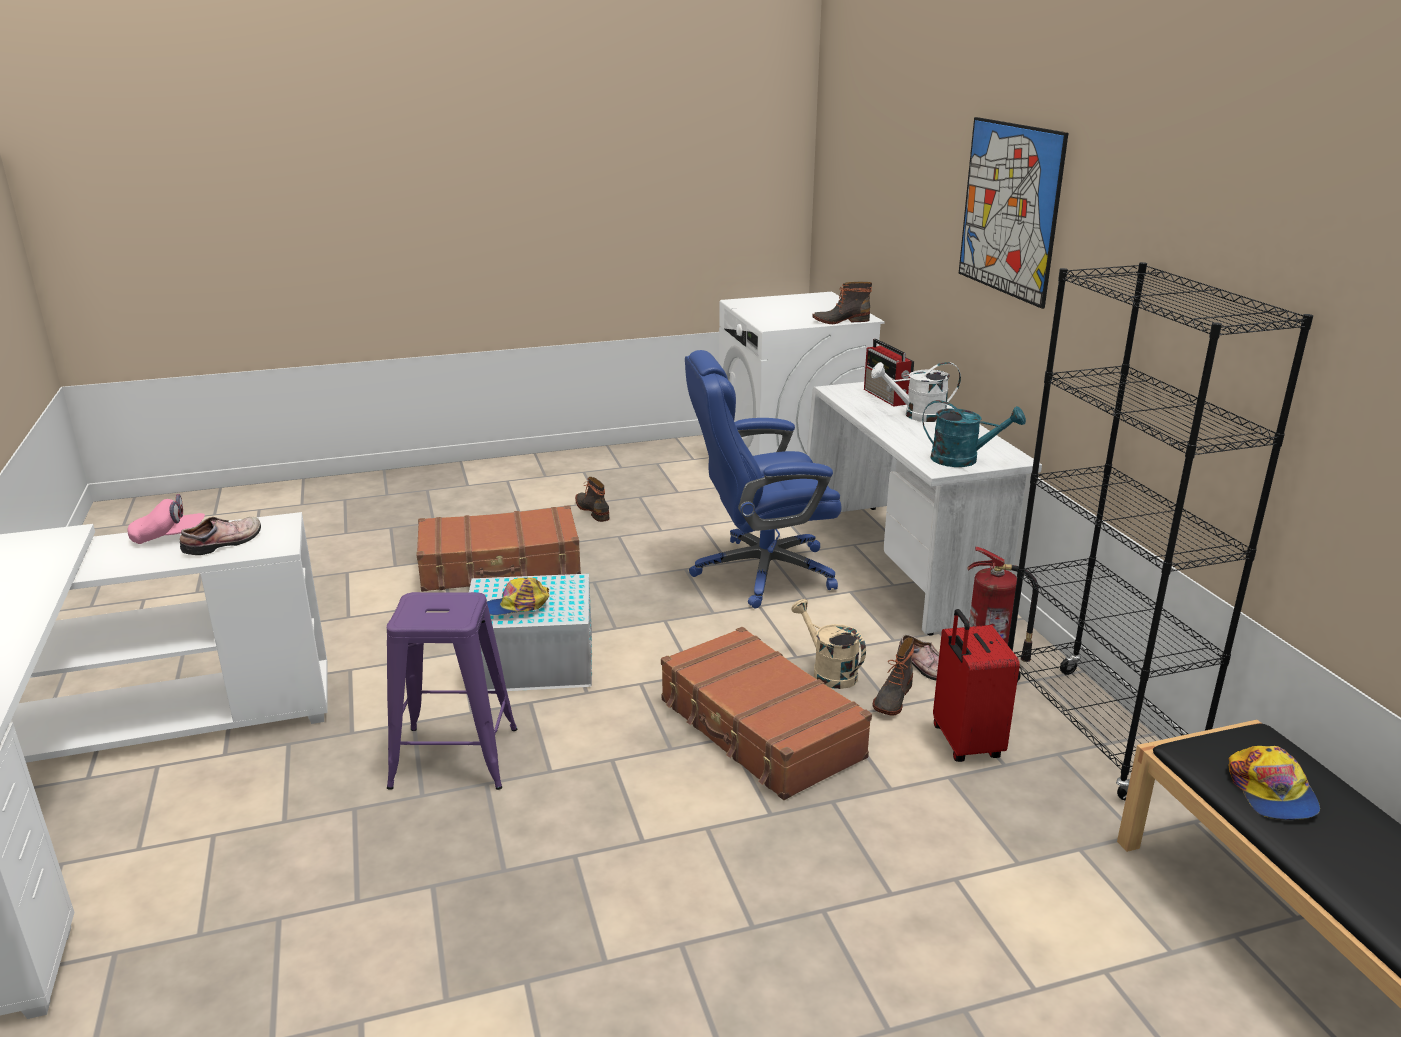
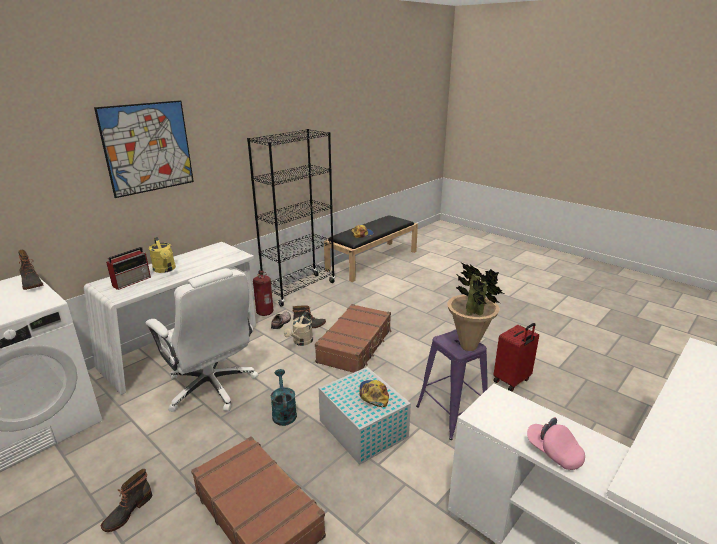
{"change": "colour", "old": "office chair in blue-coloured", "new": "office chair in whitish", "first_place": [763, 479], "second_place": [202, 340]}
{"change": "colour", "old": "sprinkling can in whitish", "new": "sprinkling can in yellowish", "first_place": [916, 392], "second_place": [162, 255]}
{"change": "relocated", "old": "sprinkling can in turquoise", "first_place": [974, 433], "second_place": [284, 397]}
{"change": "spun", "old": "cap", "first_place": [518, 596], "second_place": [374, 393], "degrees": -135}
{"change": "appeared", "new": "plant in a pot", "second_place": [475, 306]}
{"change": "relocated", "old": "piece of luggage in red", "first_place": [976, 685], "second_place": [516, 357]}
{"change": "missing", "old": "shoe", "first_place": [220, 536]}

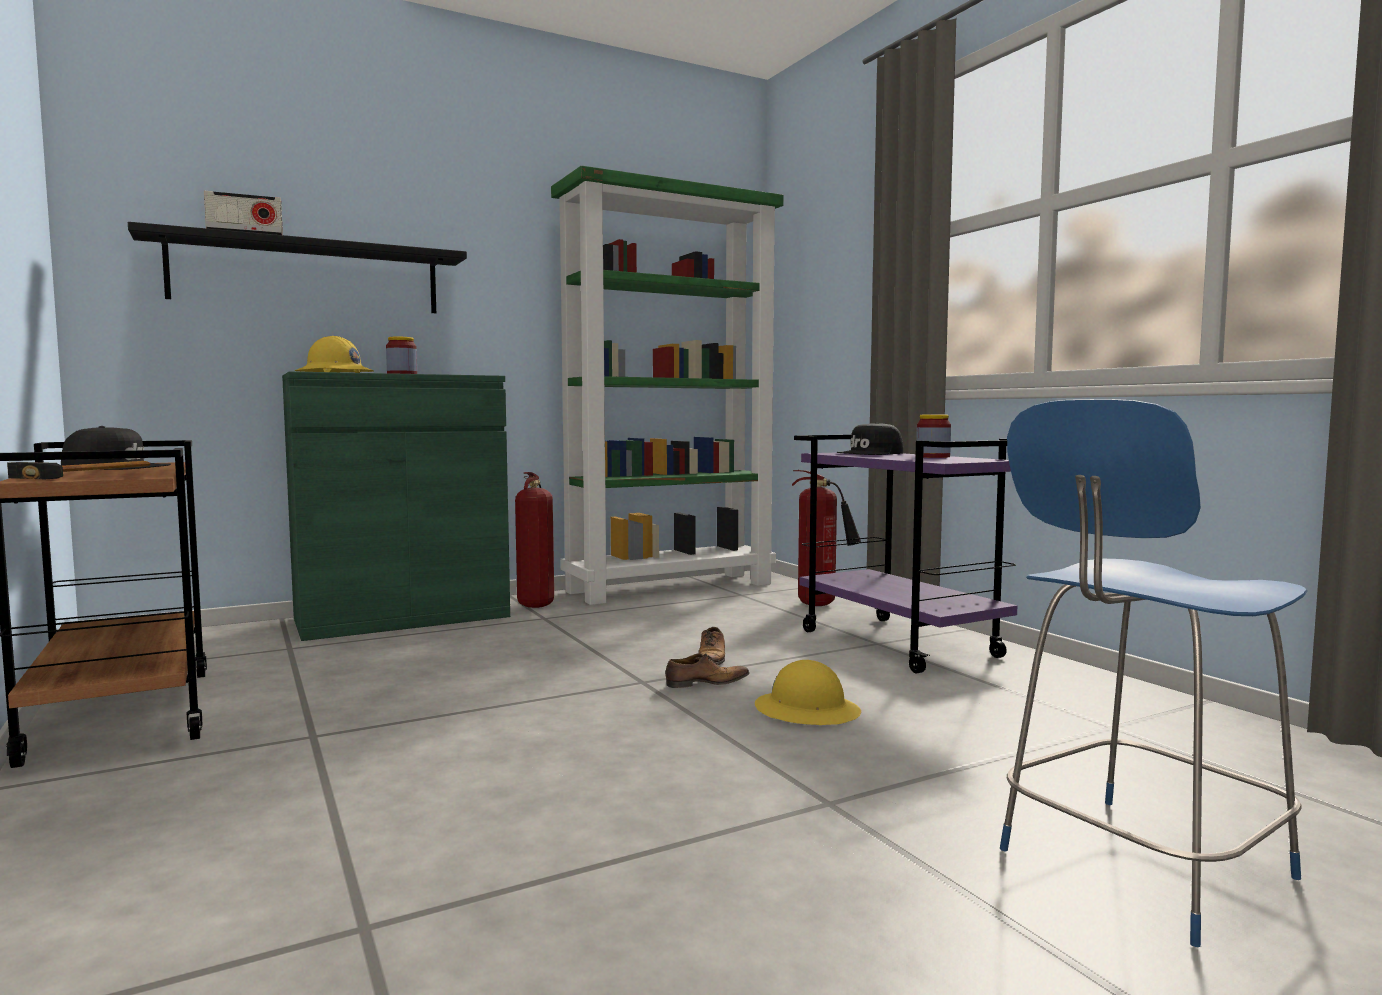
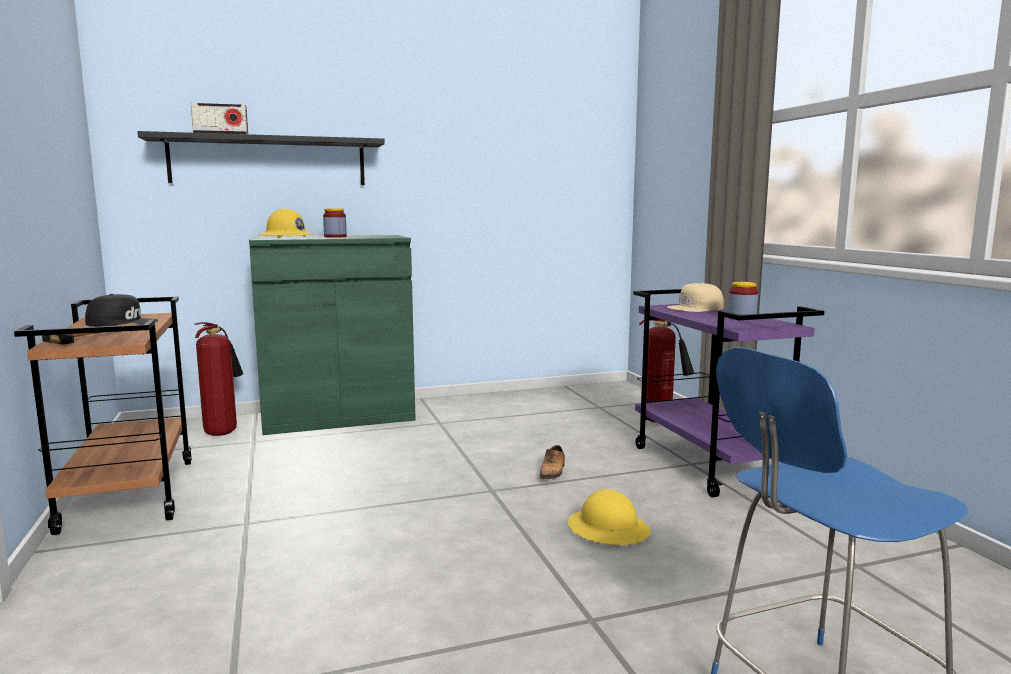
{"change": "relocated", "old": "fire-fighting cylinder", "first_place": [534, 540], "second_place": [218, 379]}
{"change": "colour", "old": "cap in blackish", "new": "cap in sand-coloured", "first_place": [870, 438], "second_place": [695, 297]}
{"change": "missing", "old": "bookcase in green", "first_place": [667, 385]}
{"change": "missing", "old": "shoe", "first_place": [707, 670]}

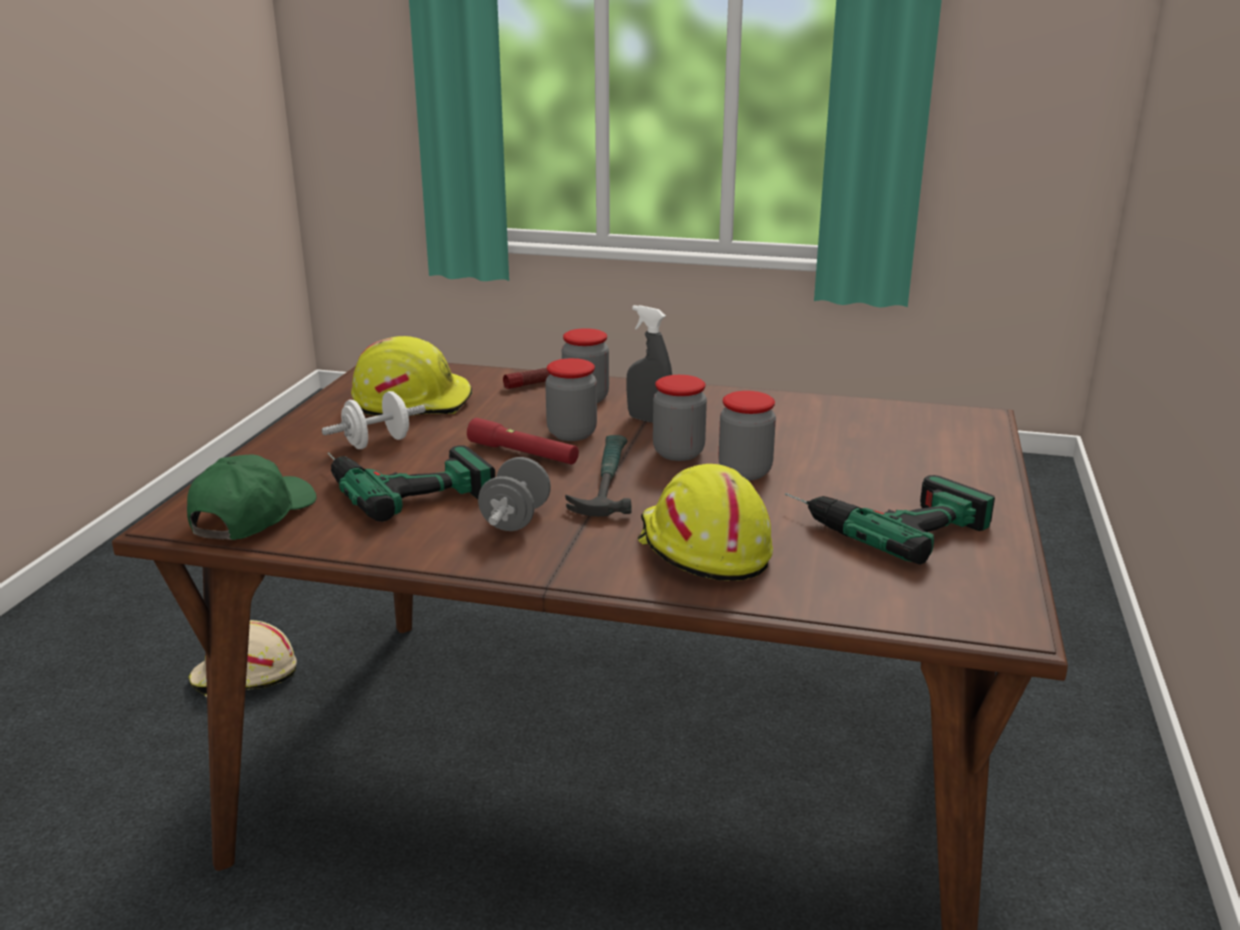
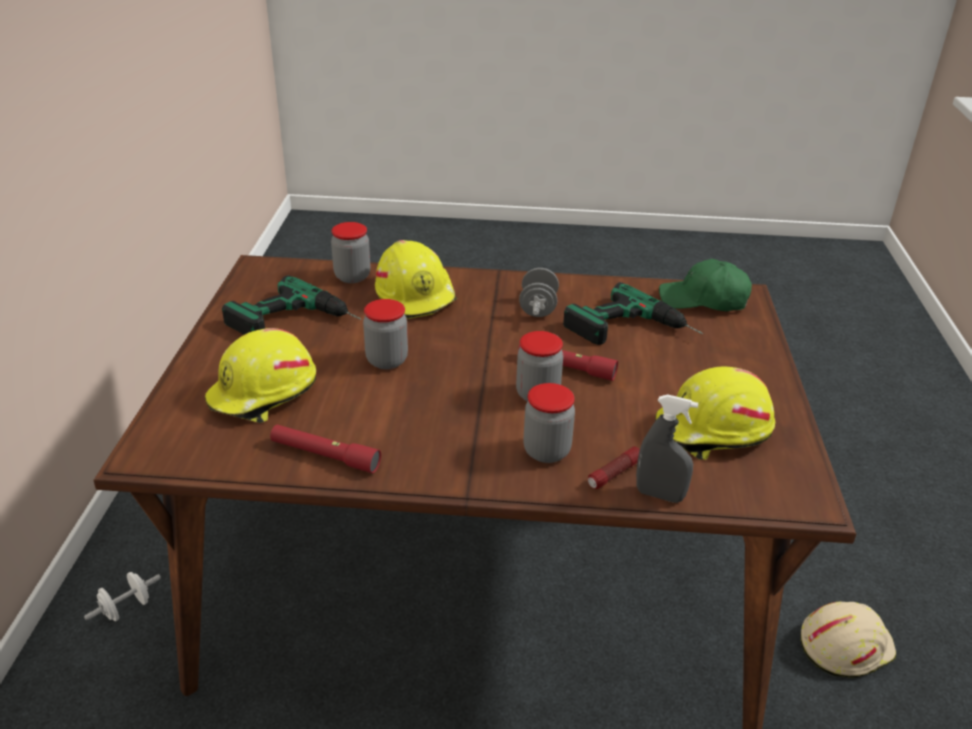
{"change": "relocated", "old": "hand weight in whitish", "first_place": [374, 420], "second_place": [122, 596]}
{"change": "appeared", "new": "safety helmet in yellowish", "second_place": [260, 375]}
{"change": "appeared", "new": "flashlight in red", "second_place": [325, 449]}
{"change": "relocated", "old": "storage jar", "first_place": [680, 418], "second_place": [350, 252]}
{"change": "relocated", "old": "spray bottle in greyish", "first_place": [649, 364], "second_place": [667, 448]}
{"change": "spun", "old": "cap in green", "first_place": [252, 497], "second_place": [705, 285], "degrees": 90}
{"change": "missing", "old": "hand hammer", "first_place": [598, 475]}

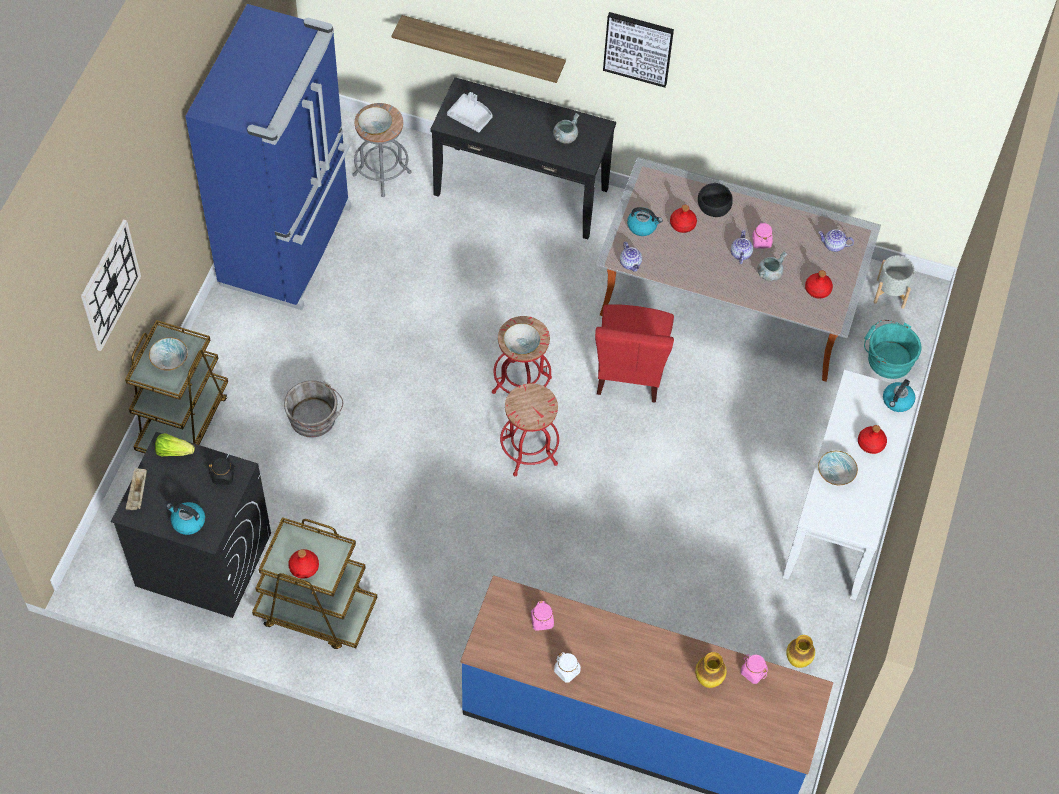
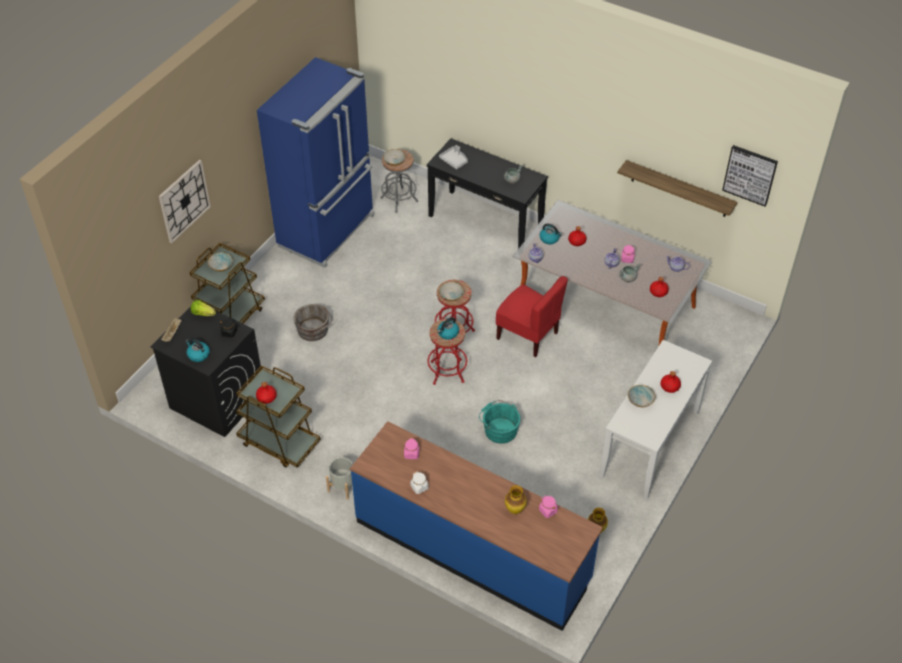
{"change": "relocated", "old": "flower pot in greyish", "first_place": [894, 282], "second_place": [339, 478]}
{"change": "relocated", "old": "water kettle", "first_place": [899, 395], "second_place": [448, 328]}
{"change": "relocated", "old": "water bucket in turquoise", "first_place": [893, 349], "second_place": [500, 422]}
{"change": "spun", "old": "plain chair in red", "first_place": [634, 353], "second_place": [532, 316], "degrees": -75}
{"change": "relocated", "old": "wall shelf", "first_place": [479, 49], "second_place": [677, 188]}
{"change": "relocated", "old": "wall art", "first_place": [638, 50], "second_place": [750, 176]}
{"change": "missing", "old": "bowl in blackish", "first_place": [715, 200]}

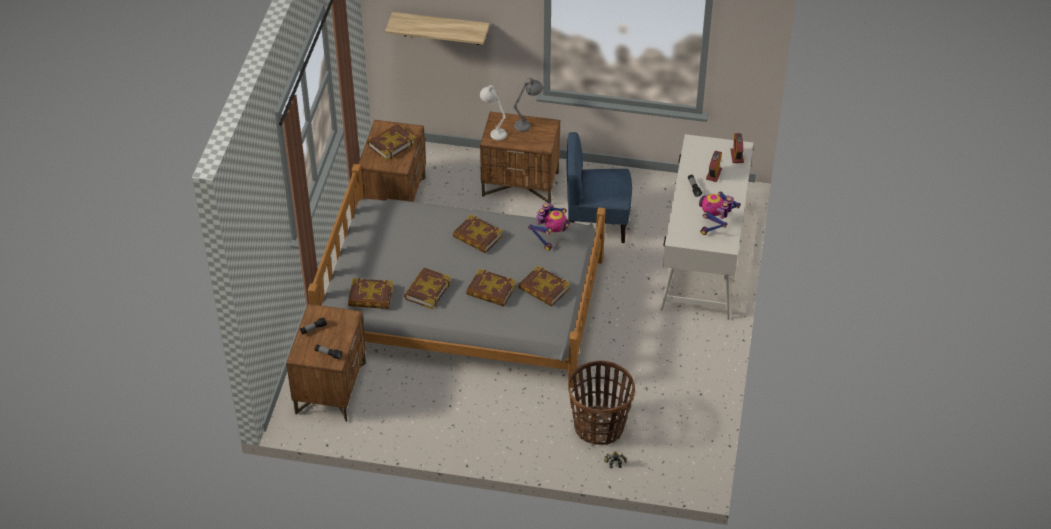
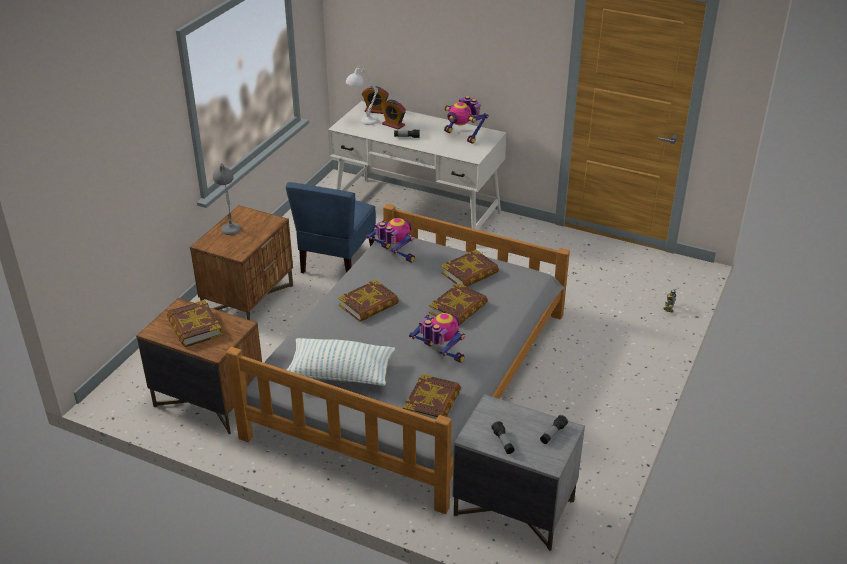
{"change": "appeared", "new": "throw pillow", "second_place": [341, 362]}
{"change": "relocated", "old": "lamp for a table in whitish", "first_place": [493, 112], "second_place": [362, 95]}
{"change": "exchanged", "old": "book", "new": "robot figure", "first_place": [427, 288], "second_place": [437, 338]}
{"change": "colour", "old": "nightstand in brown-coloured", "new": "nightstand in greyish", "first_place": [326, 363], "second_place": [518, 472]}
{"change": "missing", "old": "wall shelf", "first_place": [437, 28]}
{"change": "missing", "old": "storage basket", "first_place": [601, 403]}

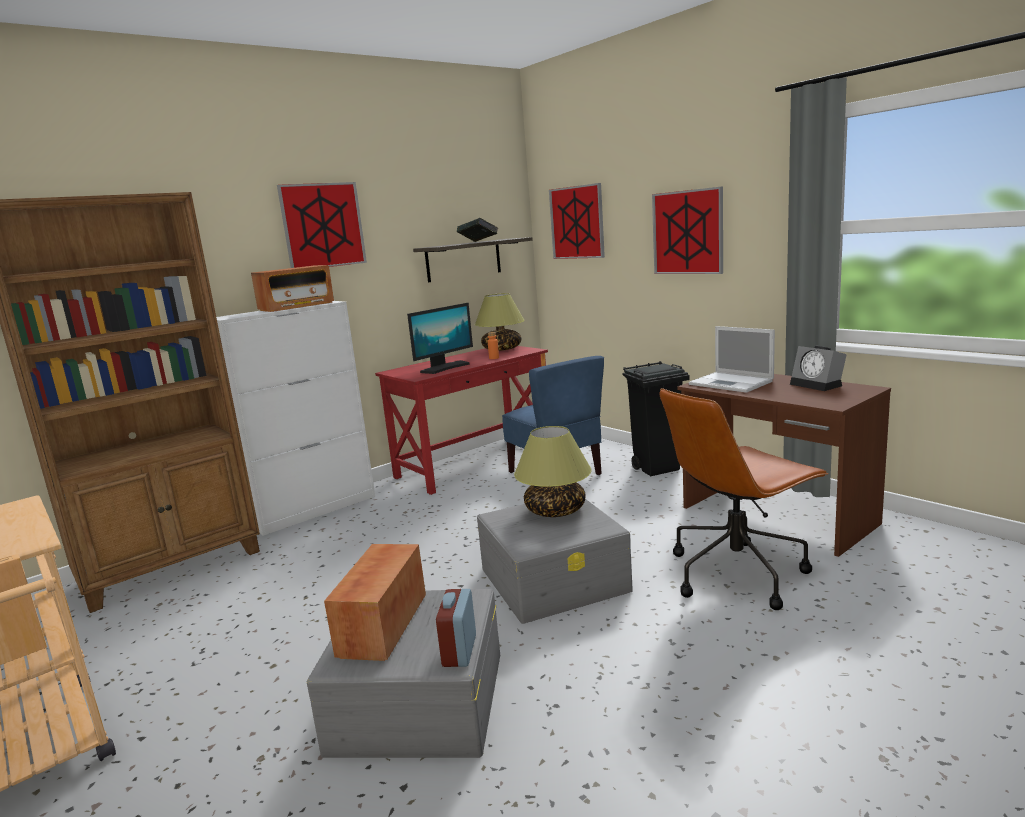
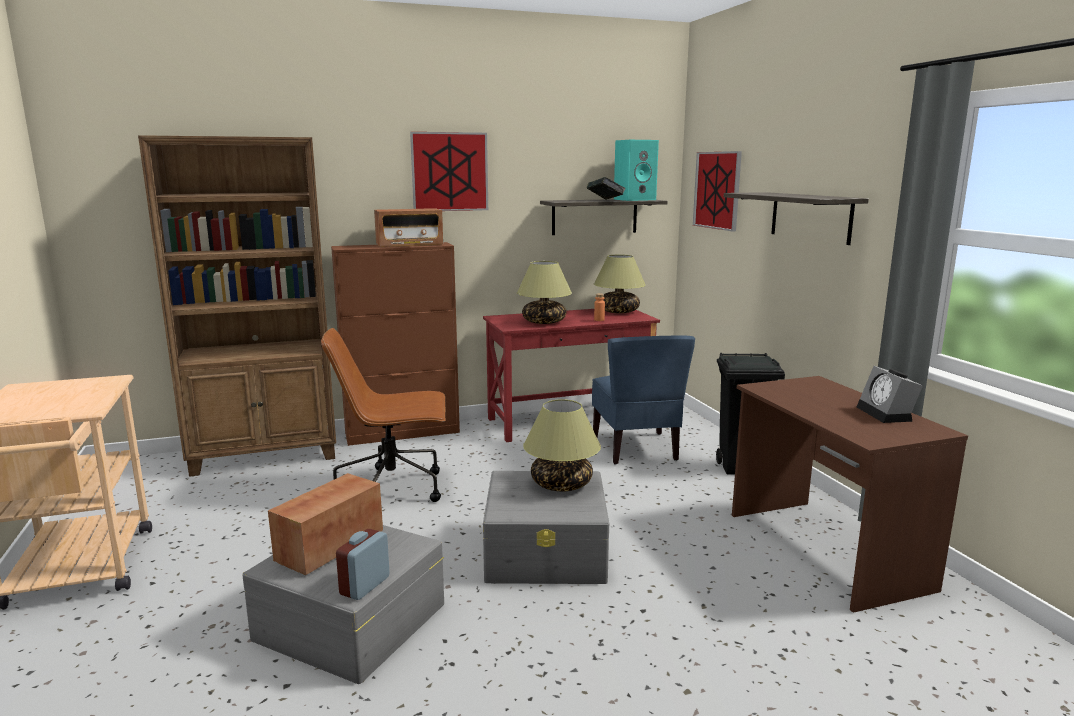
{"change": "relocated", "old": "office chair in brown-coloured", "first_place": [744, 499], "second_place": [383, 415]}
{"change": "colour", "old": "cupboard in whitish", "new": "cupboard in brown-coloured", "first_place": [295, 418], "second_place": [395, 344]}
{"change": "exchanged", "old": "monitor", "new": "lamp for a table", "first_place": [440, 338], "second_place": [544, 292]}
{"change": "appeared", "new": "audio speaker in turquoise", "second_place": [636, 170]}
{"change": "exchanged", "old": "wall art", "new": "wall shelf", "first_place": [687, 230], "second_place": [796, 218]}
{"change": "missing", "old": "laptop", "first_place": [732, 359]}

